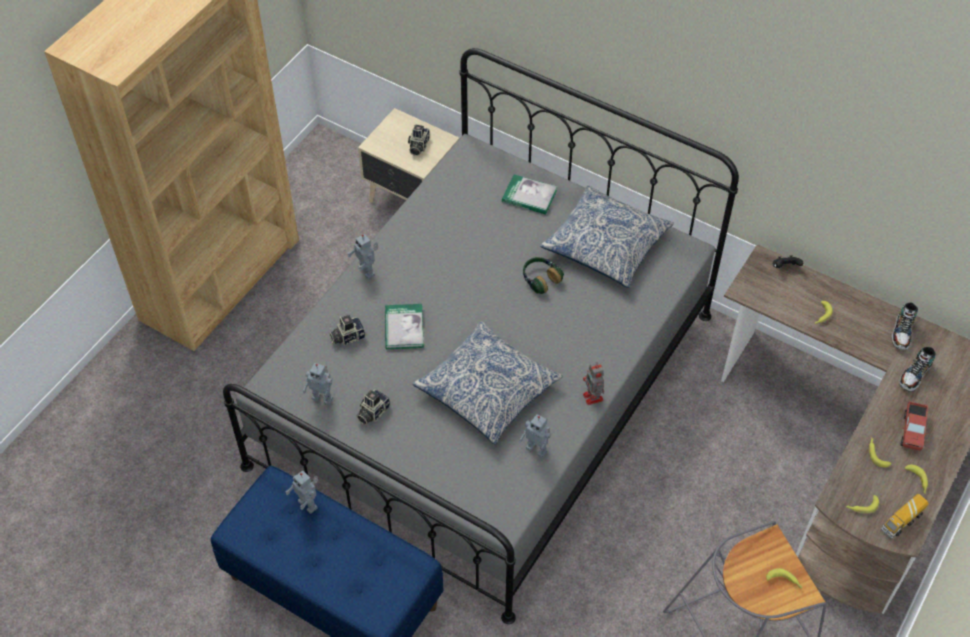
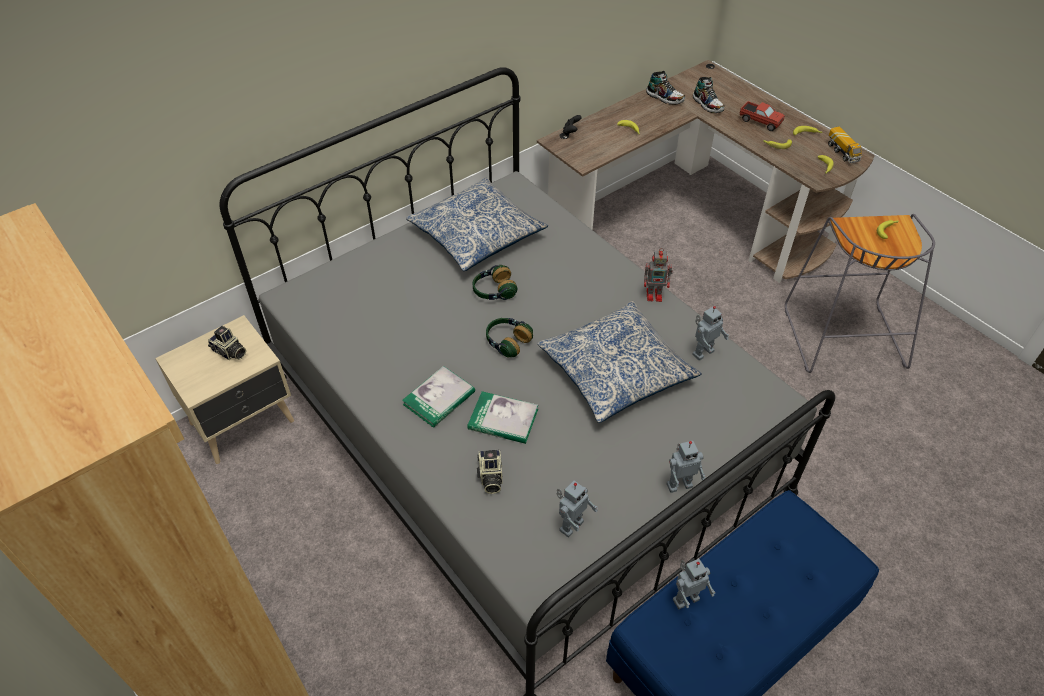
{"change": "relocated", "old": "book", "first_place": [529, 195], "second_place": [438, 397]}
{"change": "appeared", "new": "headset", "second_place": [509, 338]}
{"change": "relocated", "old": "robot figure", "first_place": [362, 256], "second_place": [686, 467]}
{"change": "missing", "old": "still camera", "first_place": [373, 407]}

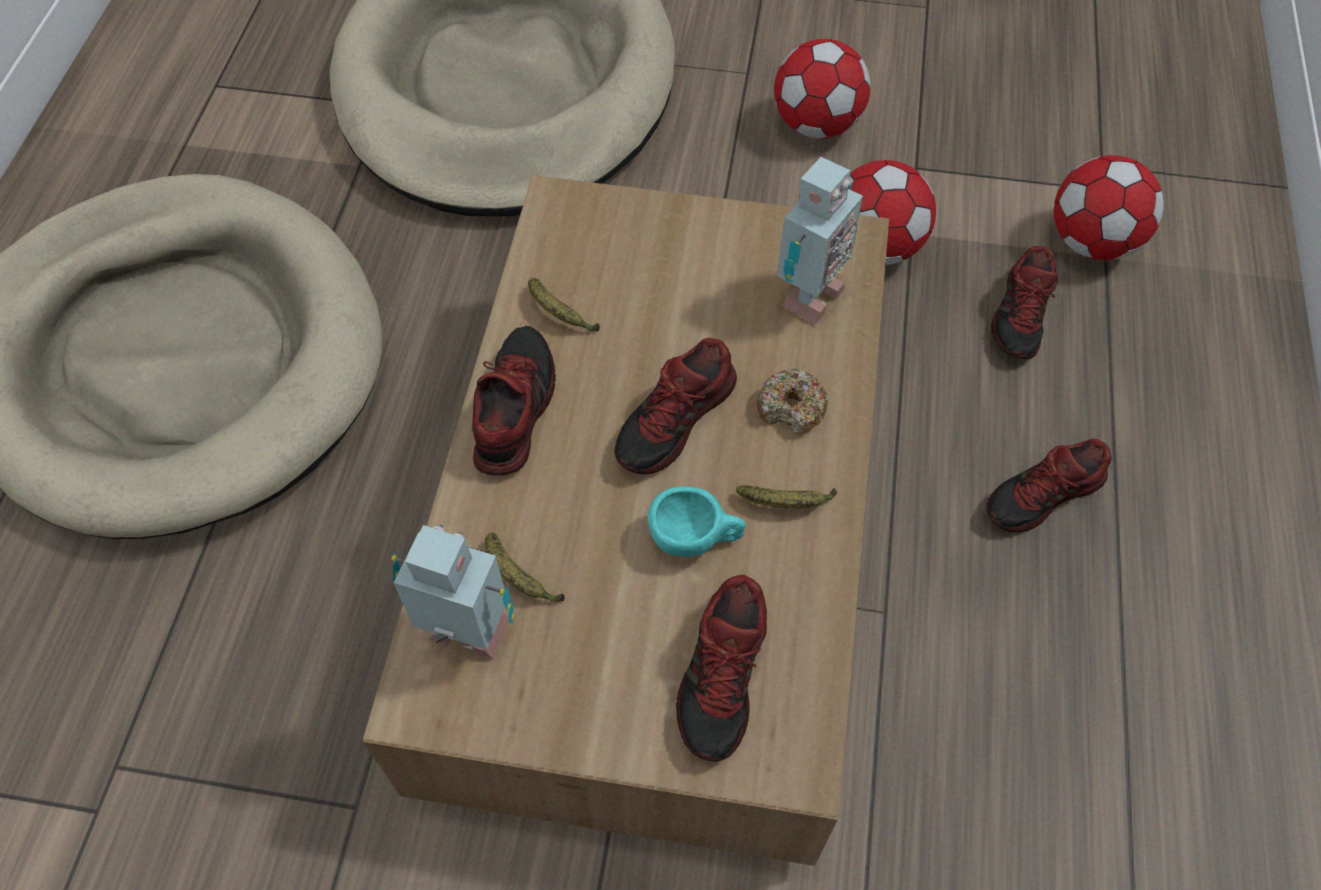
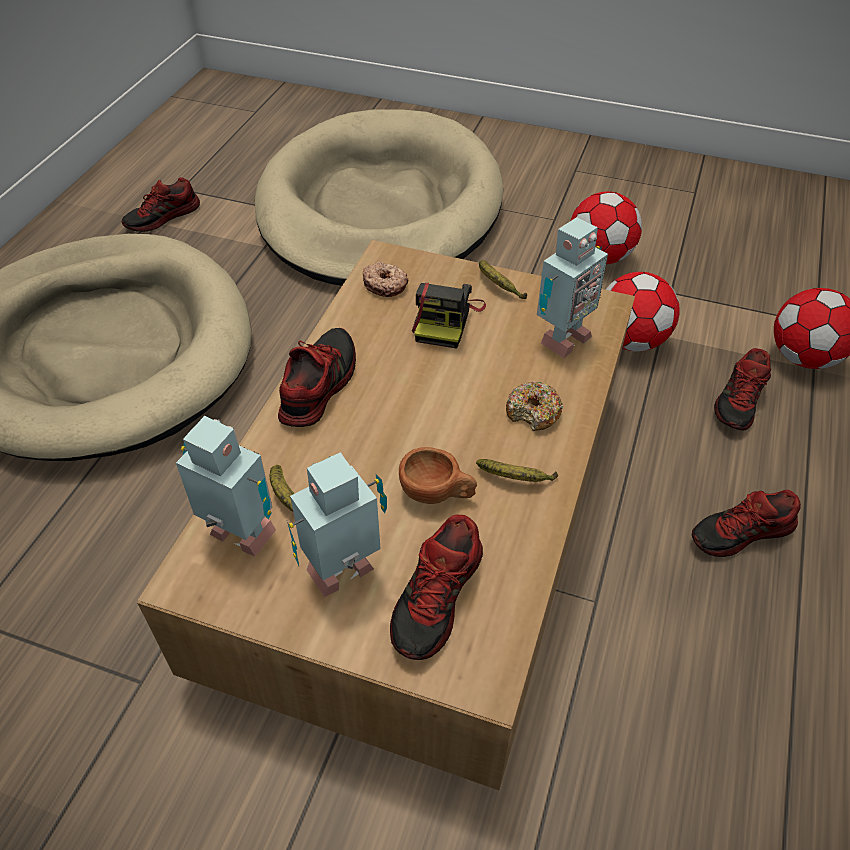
{"change": "relocated", "old": "shoe", "first_place": [675, 406], "second_place": [160, 204]}
{"change": "appeared", "new": "robot figure", "second_place": [337, 524]}
{"change": "appeared", "new": "donut", "second_place": [385, 279]}
{"change": "colour", "old": "cup in turquoise", "new": "cup in brown-coloured", "first_place": [697, 521], "second_place": [438, 475]}
{"change": "appeared", "new": "still camera", "second_place": [449, 315]}
{"change": "relocated", "old": "whole banana", "first_place": [564, 305], "second_place": [503, 279]}

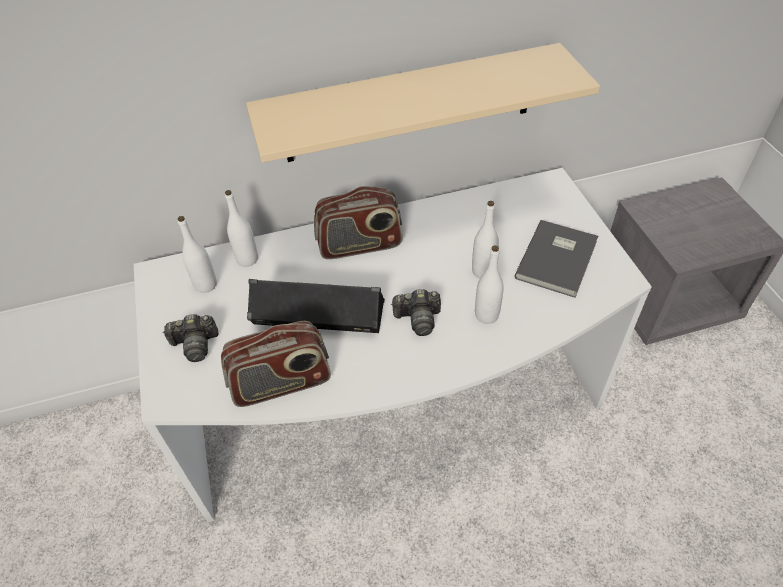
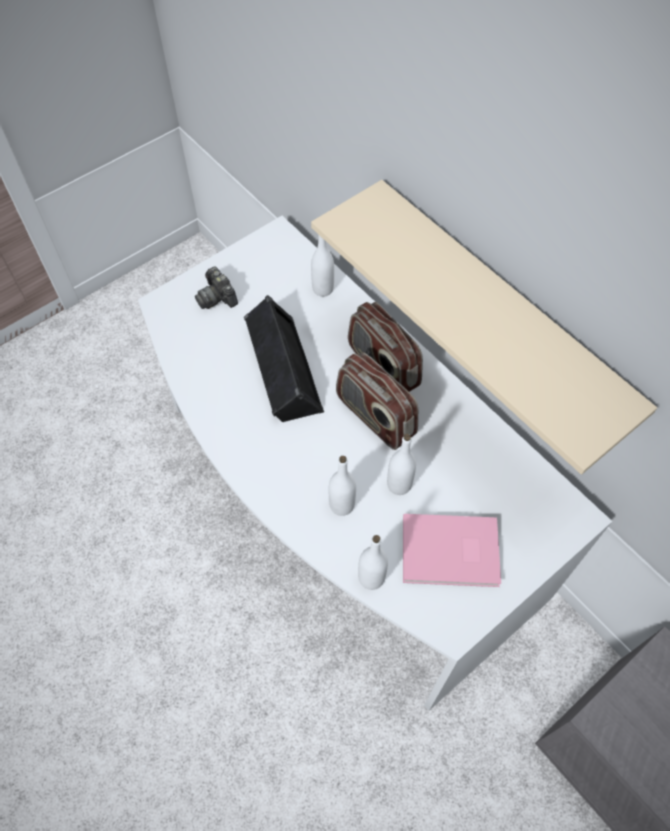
{"change": "relocated", "old": "radio receiver", "first_place": [276, 364], "second_place": [377, 401]}
{"change": "relocated", "old": "bottle in whitish", "first_place": [197, 254], "second_place": [373, 562]}
{"change": "colour", "old": "book in greyish", "new": "book in pinkish", "first_place": [556, 259], "second_place": [452, 550]}
{"change": "missing", "old": "still camera", "first_place": [416, 312]}

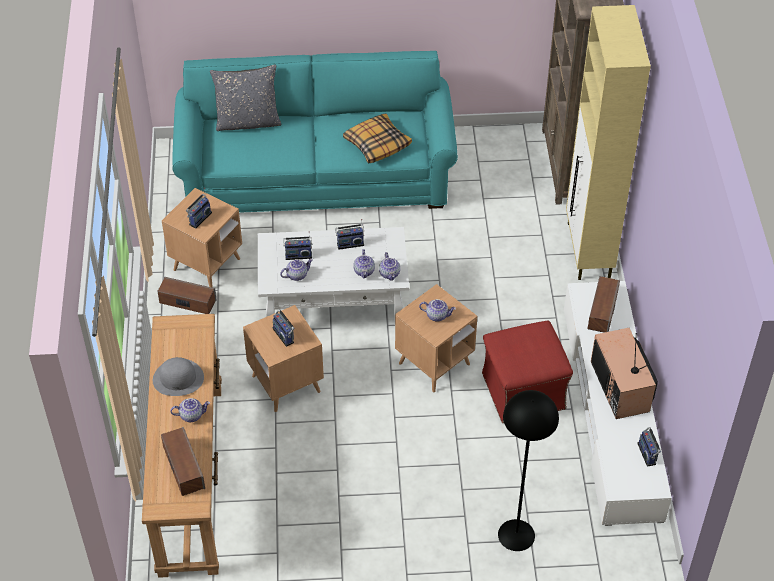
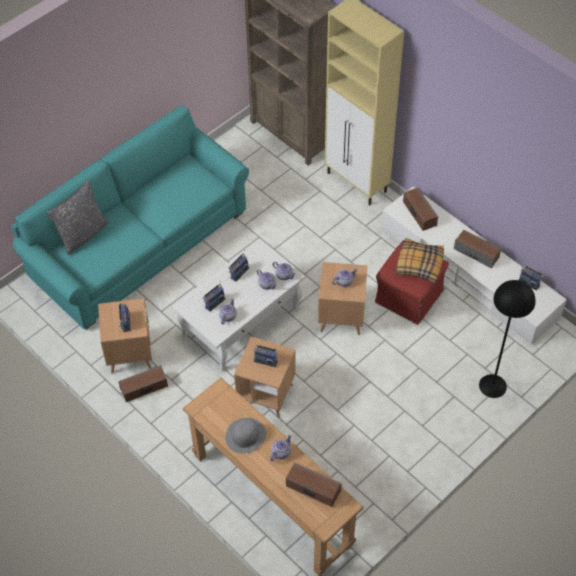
{"change": "relocated", "old": "throw pillow", "first_place": [377, 139], "second_place": [420, 260]}
{"change": "exchanged", "old": "television", "new": "audio speaker", "first_place": [624, 373], "second_place": [477, 249]}

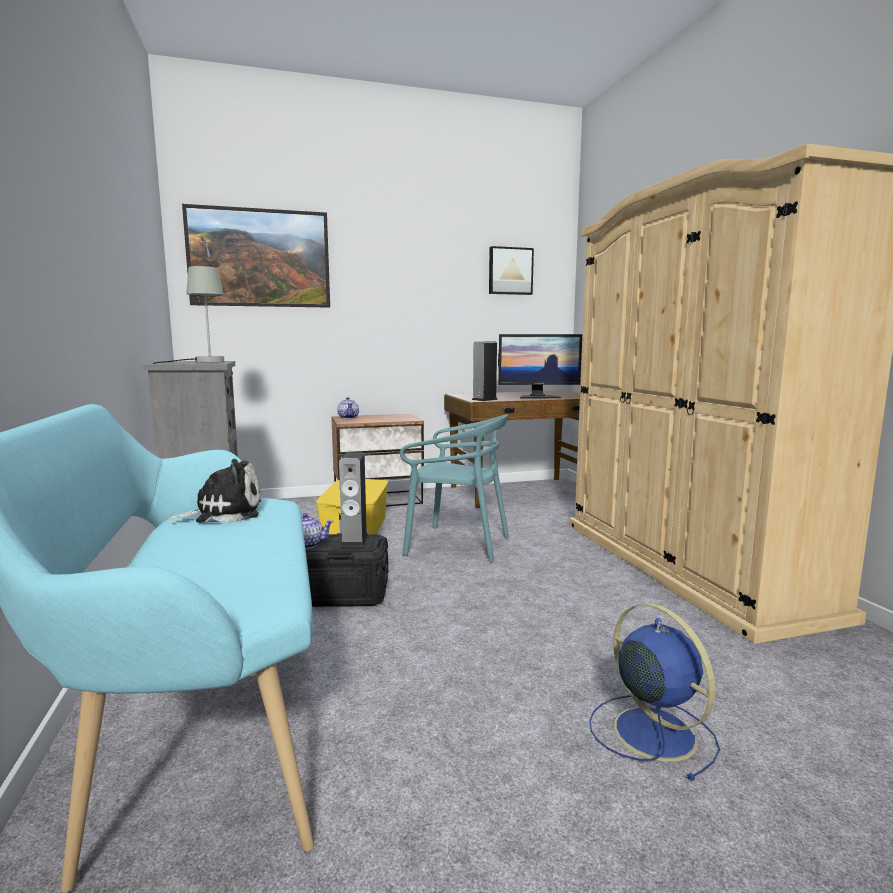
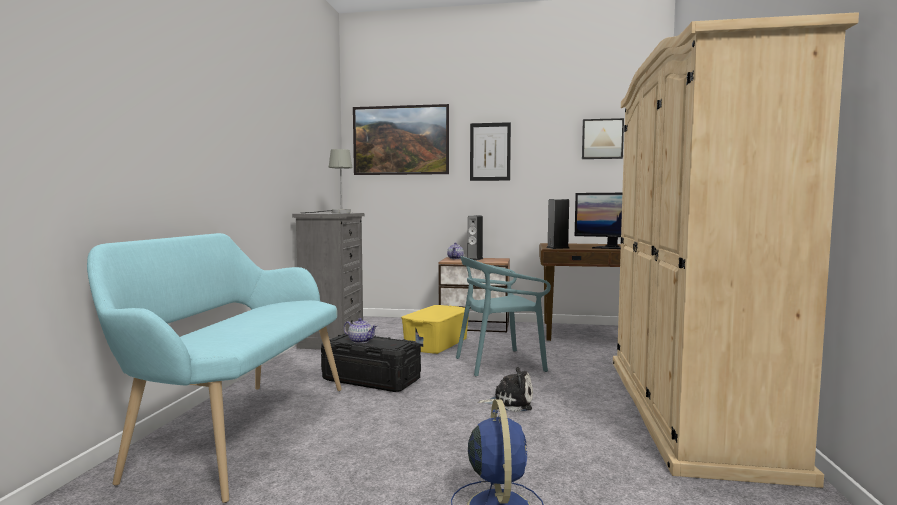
{"change": "spun", "old": "plain chair in turquoise", "first_place": [454, 488], "second_place": [503, 316], "degrees": 120}
{"change": "relocated", "old": "audio speaker", "first_place": [353, 499], "second_place": [475, 237]}
{"change": "appeared", "new": "wall art", "second_place": [490, 151]}
{"change": "relocated", "old": "plush toy", "first_place": [214, 491], "second_place": [505, 389]}

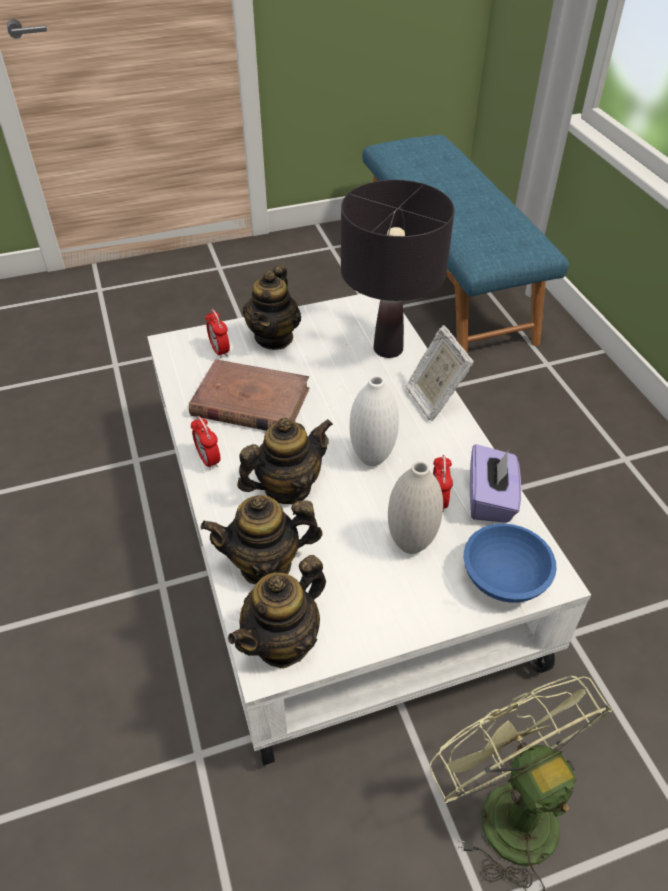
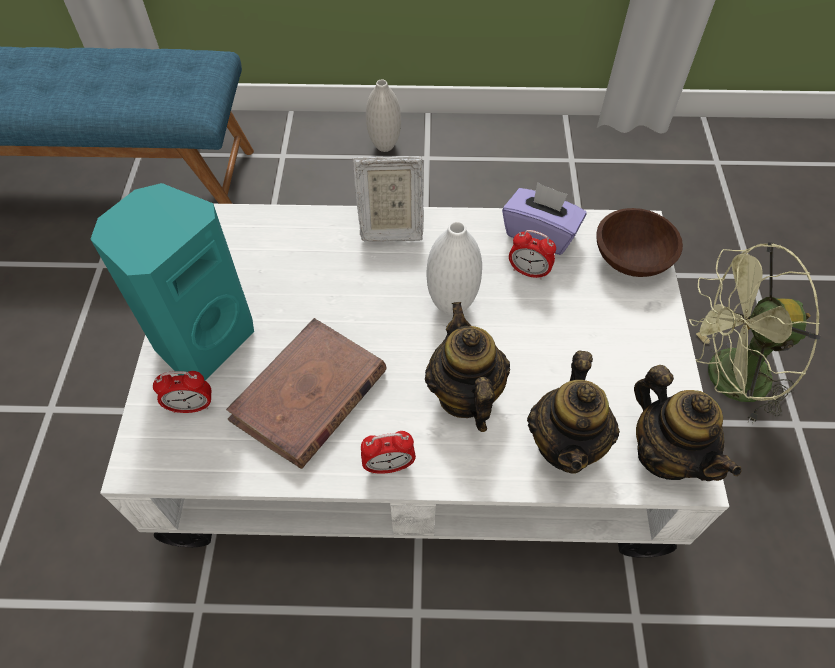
{"change": "exchanged", "old": "tea pot", "new": "audio speaker in turquoise", "first_place": [272, 307], "second_place": [172, 281]}
{"change": "relocated", "old": "decorative vase in whitish", "first_place": [415, 507], "second_place": [383, 116]}
{"change": "colour", "old": "bowl in blue-coloured", "new": "bowl in brown-coloured", "first_place": [510, 563], "second_place": [639, 242]}
{"change": "missing", "old": "lamp for a table in blackish", "first_place": [397, 269]}

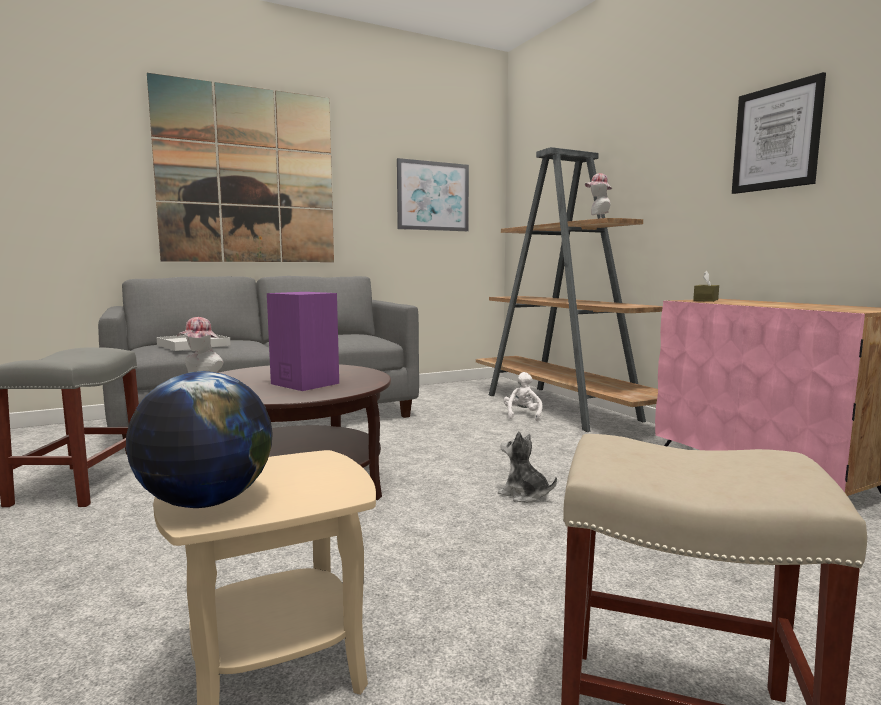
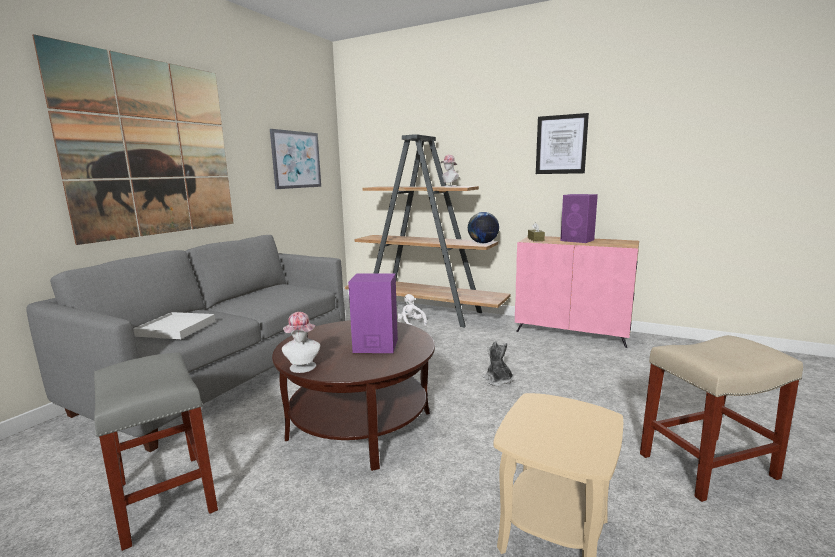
{"change": "relocated", "old": "globe", "first_place": [199, 439], "second_place": [483, 227]}
{"change": "spun", "old": "plush toy", "first_place": [527, 467], "second_place": [498, 363], "degrees": 60}
{"change": "appeared", "new": "audio speaker in purple", "second_place": [579, 218]}

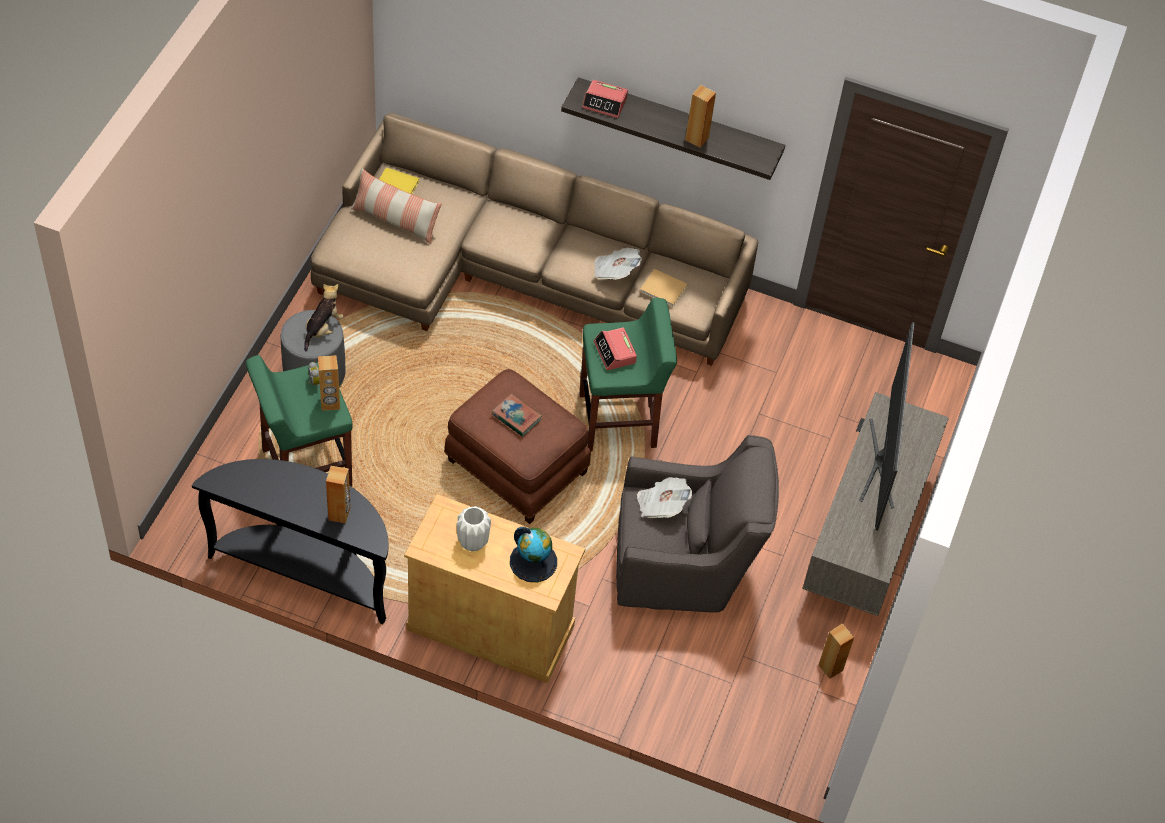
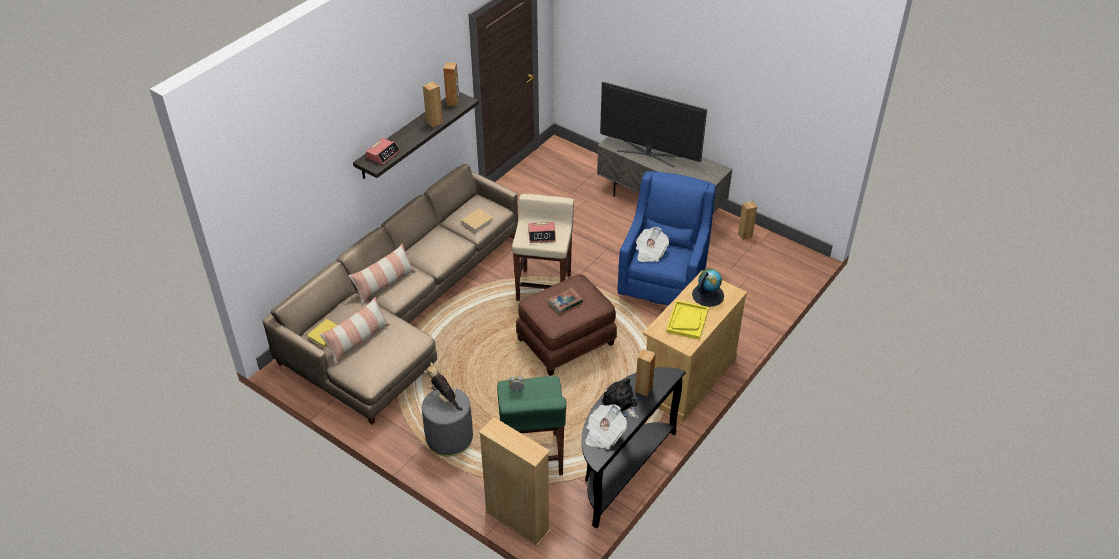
{"change": "appeared", "new": "throw pillow", "second_place": [381, 274]}
{"change": "relocated", "old": "audio speaker in brown-coloured", "first_place": [329, 383], "second_place": [451, 84]}
{"change": "appeared", "new": "bookcase in sand-coloured", "second_place": [515, 481]}
{"change": "colour", "old": "stool in green", "new": "stool in sand-coloured", "first_place": [628, 374], "second_place": [543, 247]}
{"change": "relocated", "old": "daily paper", "first_place": [618, 263], "second_place": [606, 426]}
{"change": "appeared", "new": "plush toy", "second_place": [620, 398]}
{"change": "colour", "old": "armchair in greyish", "new": "armchair in blue-coloured", "first_place": [697, 524], "second_place": [667, 238]}
{"change": "exchanged", "old": "decorative vase in whitish", "new": "carrying tray in yellowish", "first_place": [473, 528], "second_place": [687, 320]}

